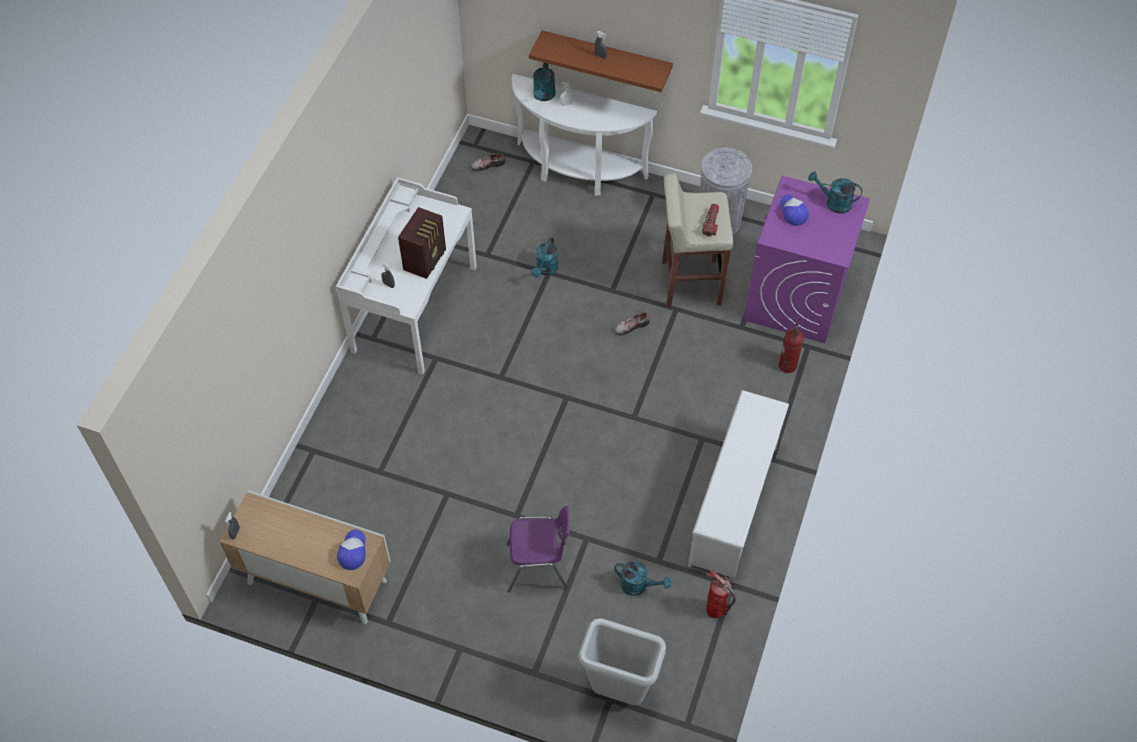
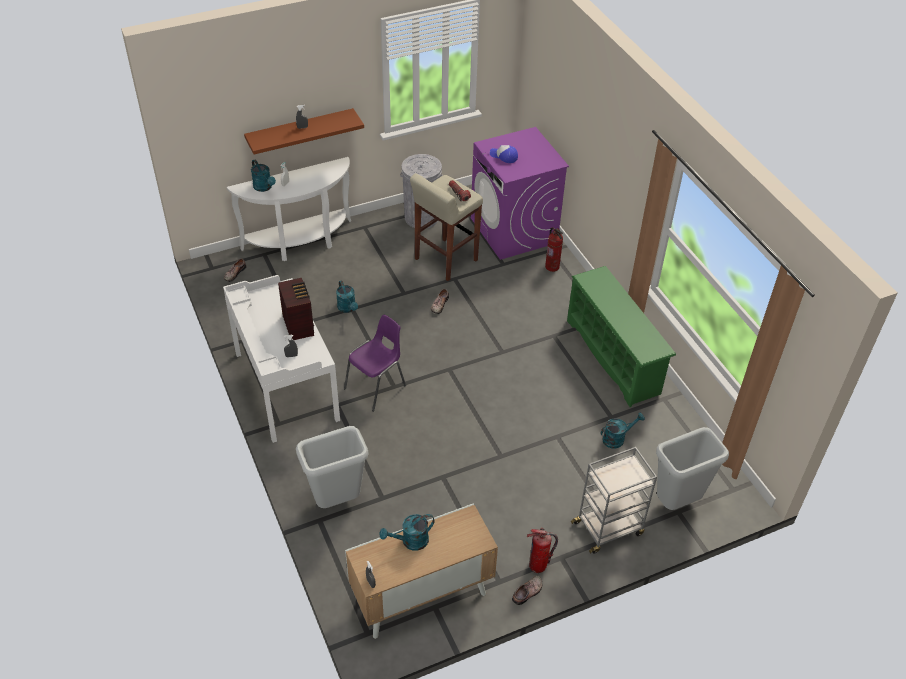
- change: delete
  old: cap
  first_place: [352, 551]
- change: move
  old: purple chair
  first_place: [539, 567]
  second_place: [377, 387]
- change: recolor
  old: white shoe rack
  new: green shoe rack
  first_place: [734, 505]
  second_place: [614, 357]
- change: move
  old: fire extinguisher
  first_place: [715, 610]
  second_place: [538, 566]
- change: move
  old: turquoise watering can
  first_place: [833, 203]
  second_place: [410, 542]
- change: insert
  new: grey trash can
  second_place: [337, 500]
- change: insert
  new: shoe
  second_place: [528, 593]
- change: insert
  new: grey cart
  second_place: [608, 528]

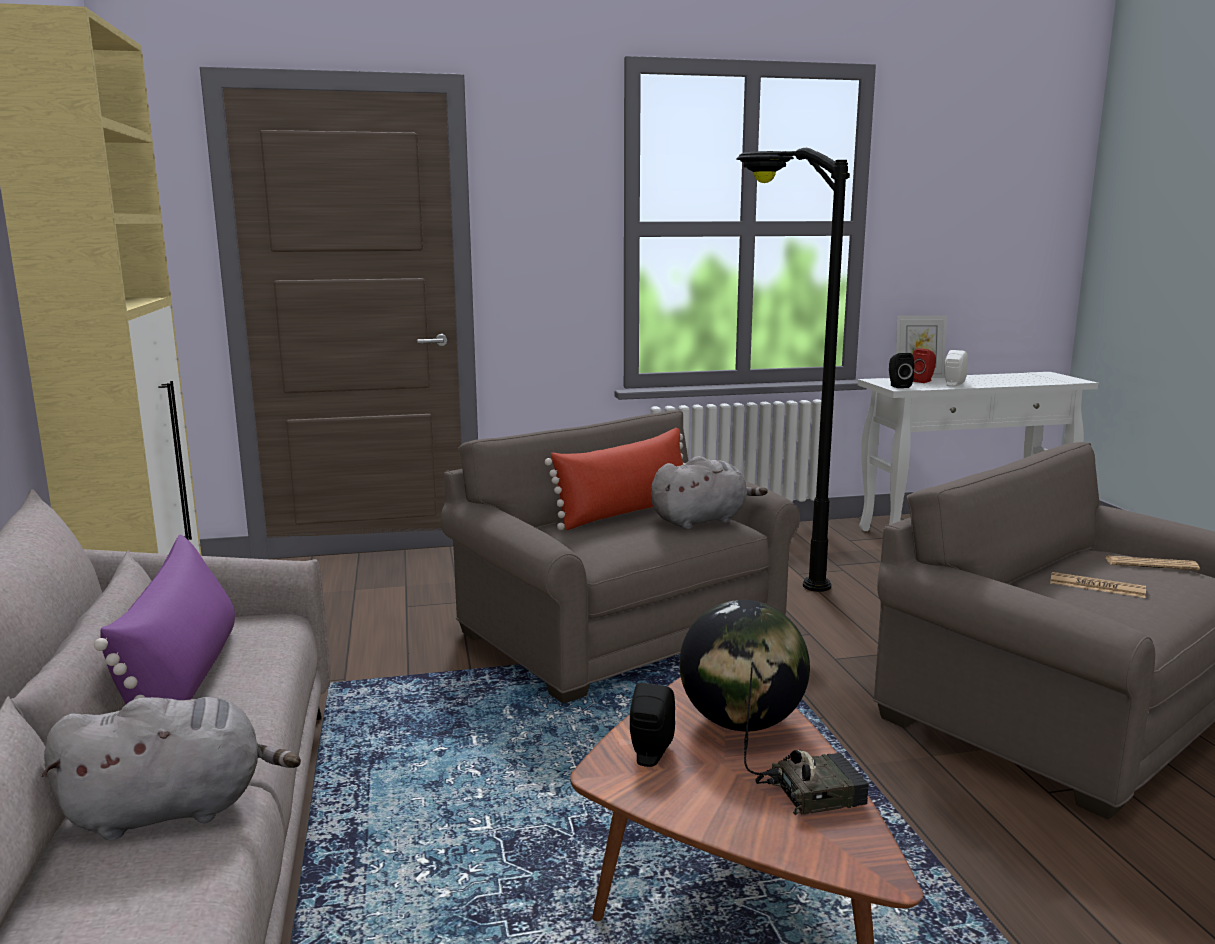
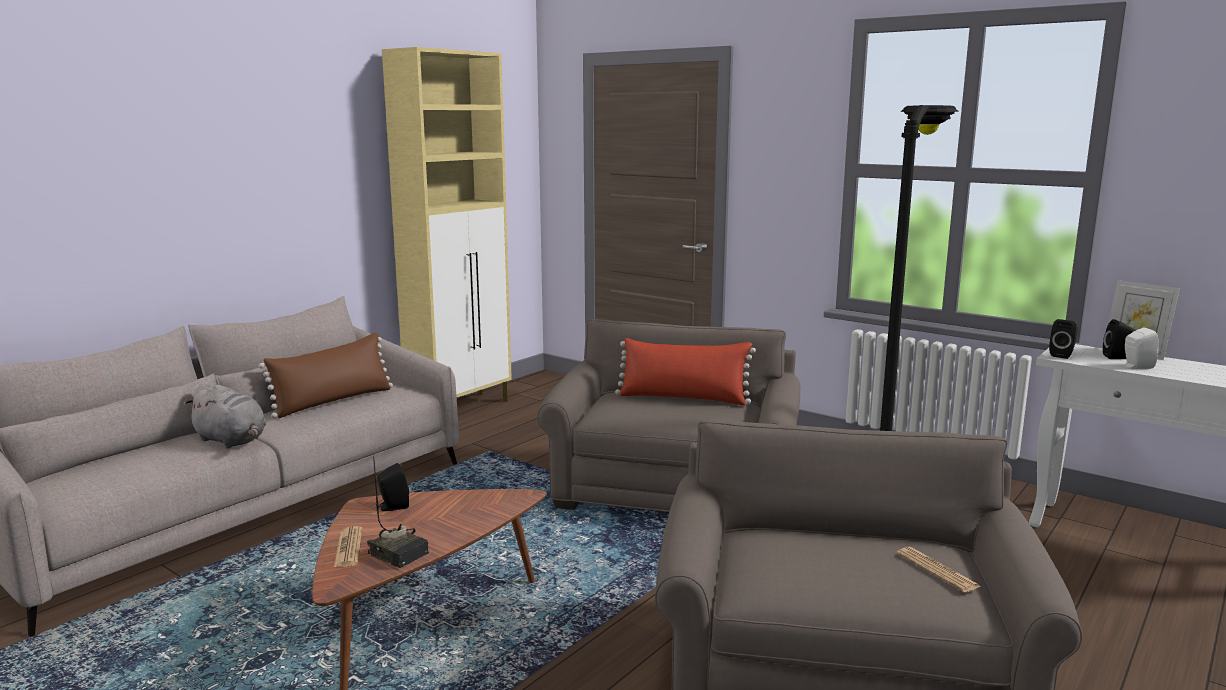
- change: recolor
  old: purple pillow
  new: brown pillow
  first_place: [184, 677]
  second_place: [333, 401]
- change: delete
  old: grey plush toy
  first_place: [701, 520]
- change: delete
  old: globe
  first_place: [741, 722]
- change: recolor
  old: red speaker
  new: black speaker
  first_place: [923, 381]
  second_place: [1118, 357]
- change: move
  old: newspaper
  first_place: [1097, 586]
  second_place: [348, 548]

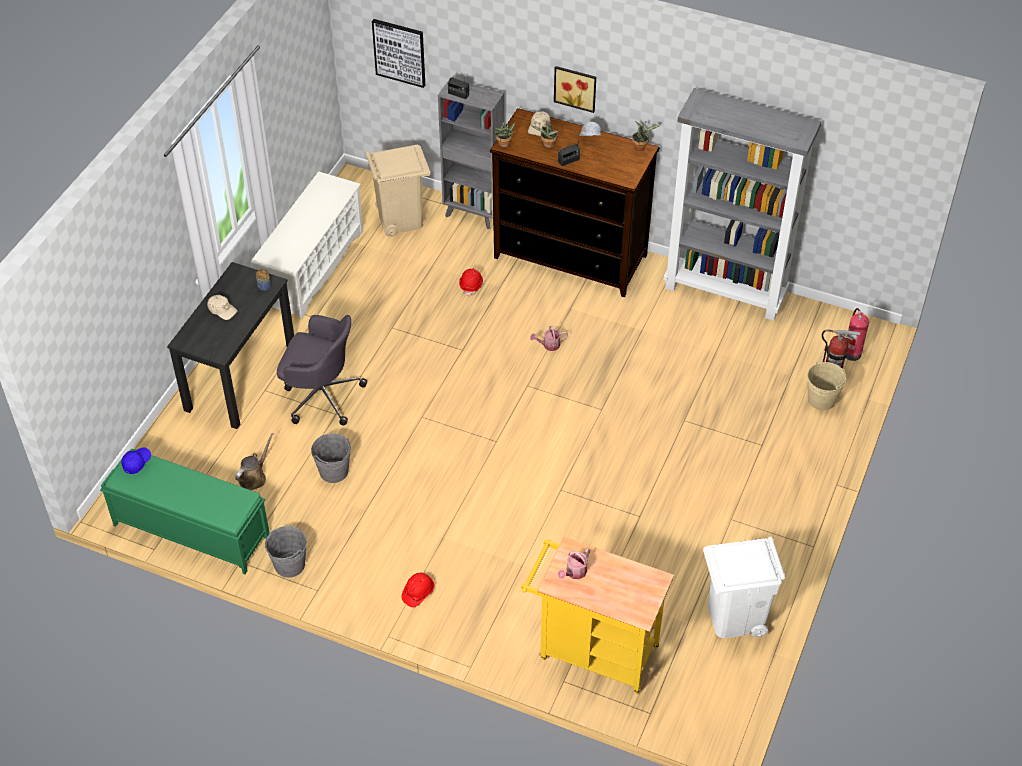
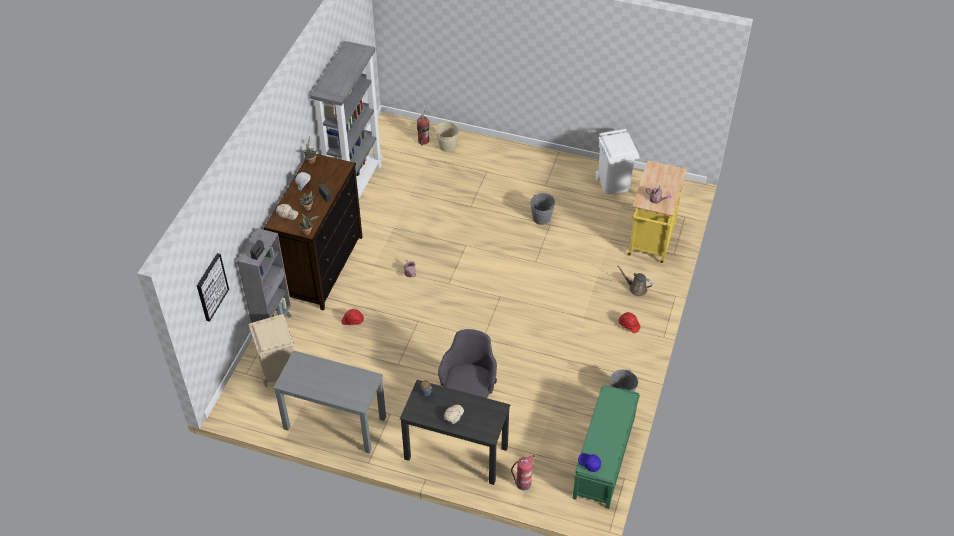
- change: move
  old: brown watering can
  first_place: [254, 477]
  second_place: [636, 288]
- change: replace
  old: white shoe rack
  new: grey desk
  first_place: [313, 267]
  second_place: [334, 423]
- change: move
  old: grey bucket
  first_place: [334, 471]
  second_place: [541, 218]
- change: delete
  old: picture
  first_place: [576, 87]
- change: move
  old: fire extinguisher
  first_place: [851, 353]
  second_place: [523, 484]

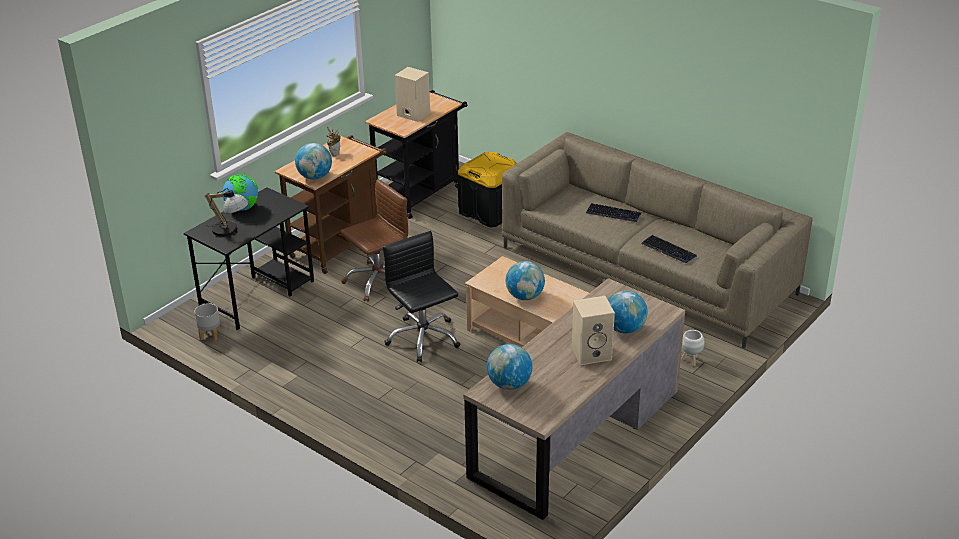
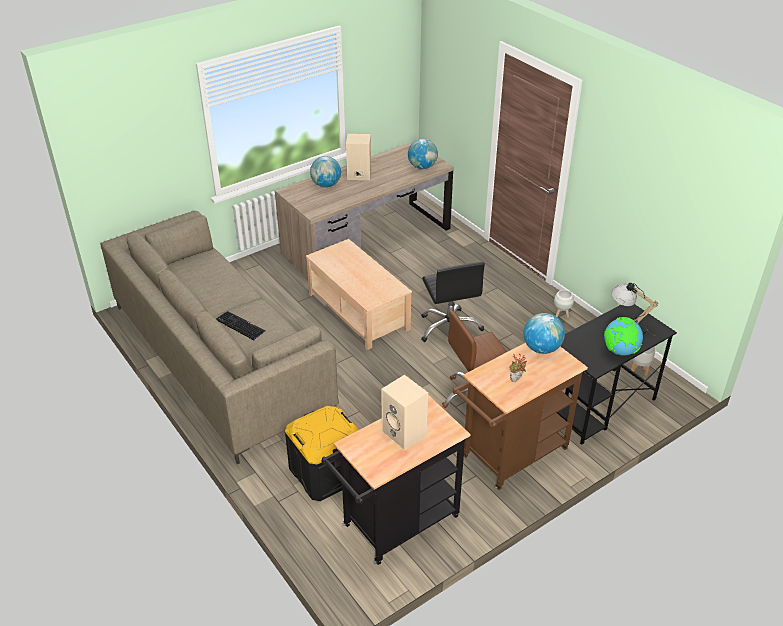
- change: delete
  old: globe
  first_place: [525, 296]
- change: delete
  old: keyboard
  first_place: [668, 250]
- change: move
  old: white planter
  first_place: [690, 360]
  second_place: [561, 315]

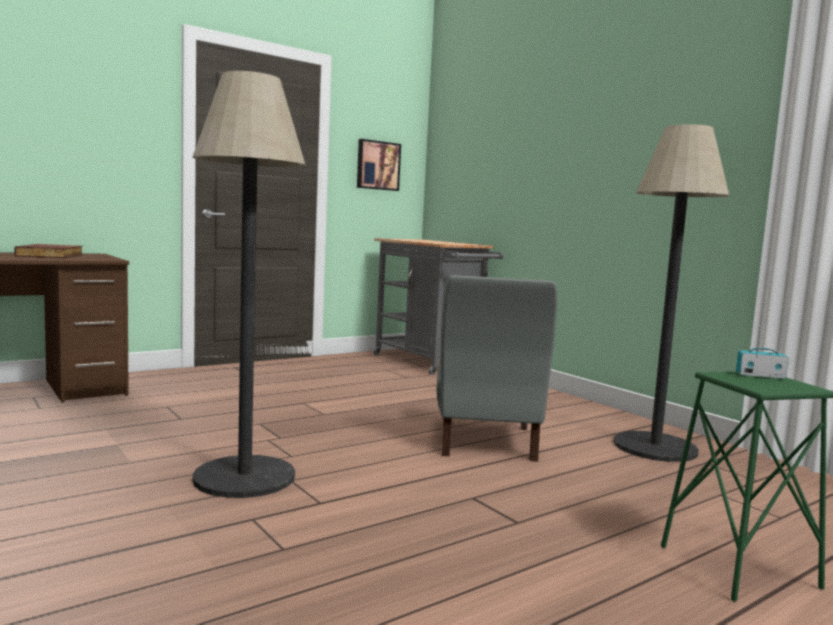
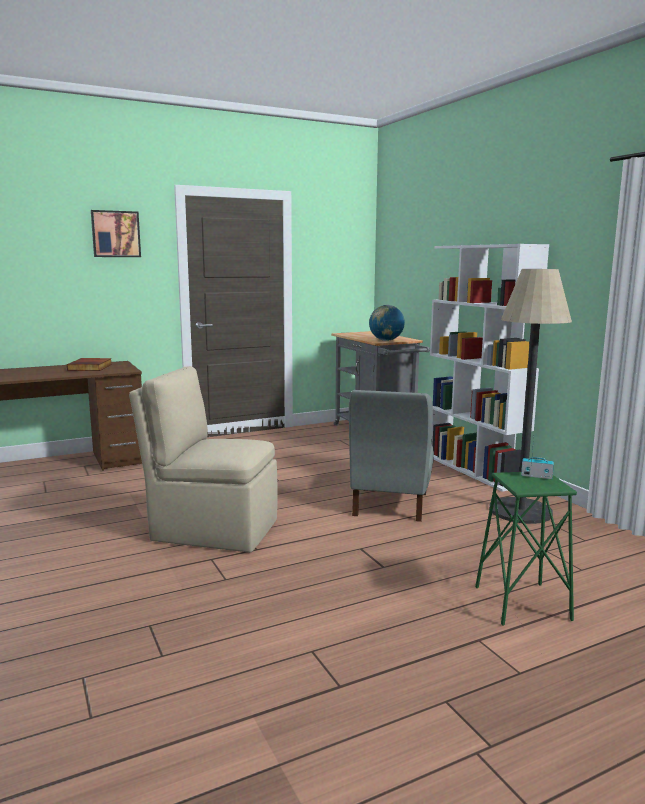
- change: replace
  old: floor lamp
  new: beige chair
  first_place: [244, 477]
  second_place: [212, 529]
- change: move
  old: picture
  first_place: [377, 165]
  second_place: [115, 234]
- change: insert
  new: globe
  second_place: [386, 340]
- change: insert
  new: white bookcase
  second_place: [474, 470]

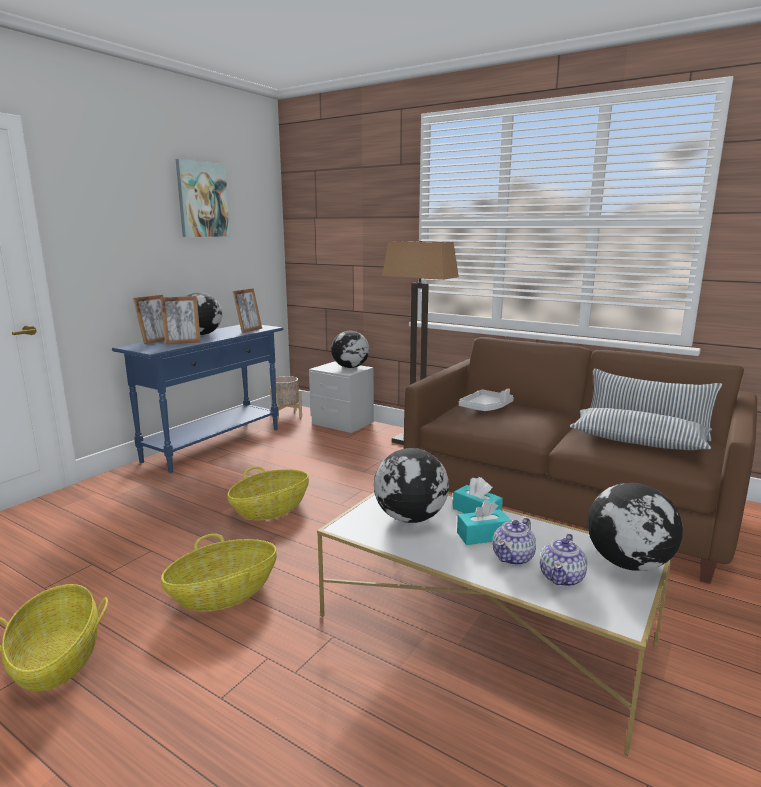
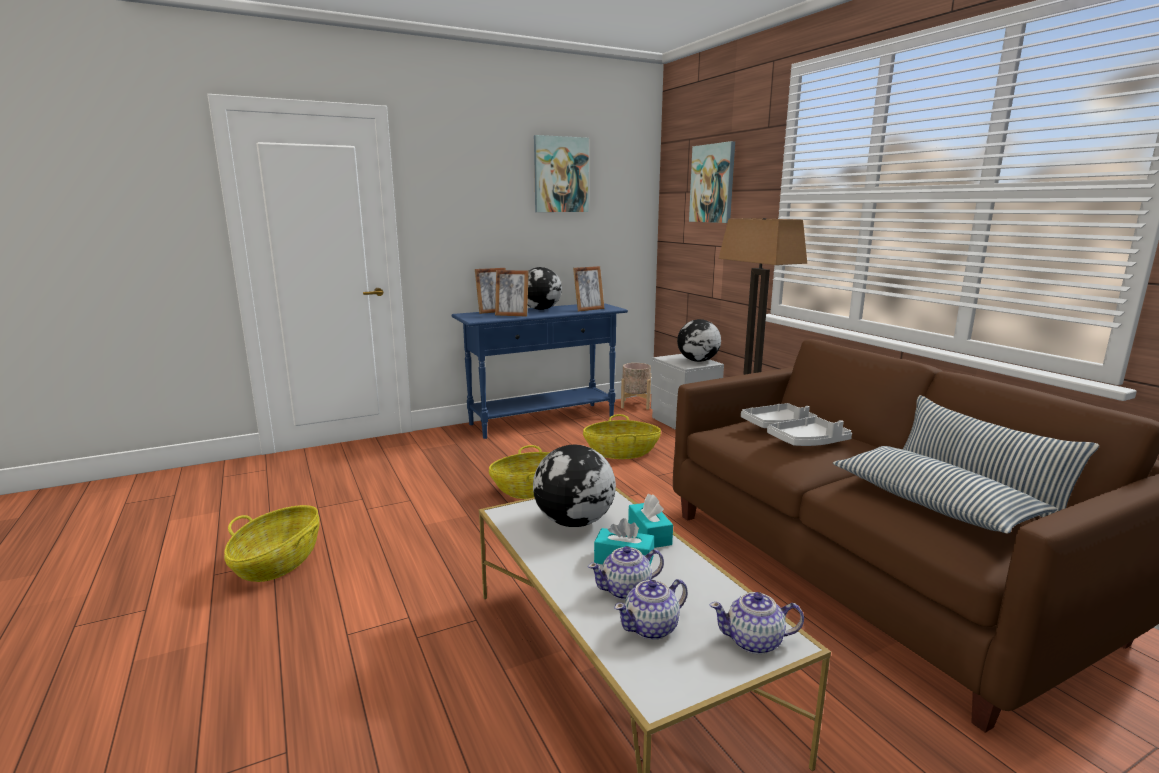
- change: move
  old: basket
  first_place: [223, 593]
  second_place: [621, 452]
- change: replace
  old: globe
  new: teapot
  first_place: [629, 563]
  second_place: [755, 642]
- change: insert
  new: picture
  second_place: [713, 183]
- change: insert
  new: grey tray
  second_place: [808, 442]

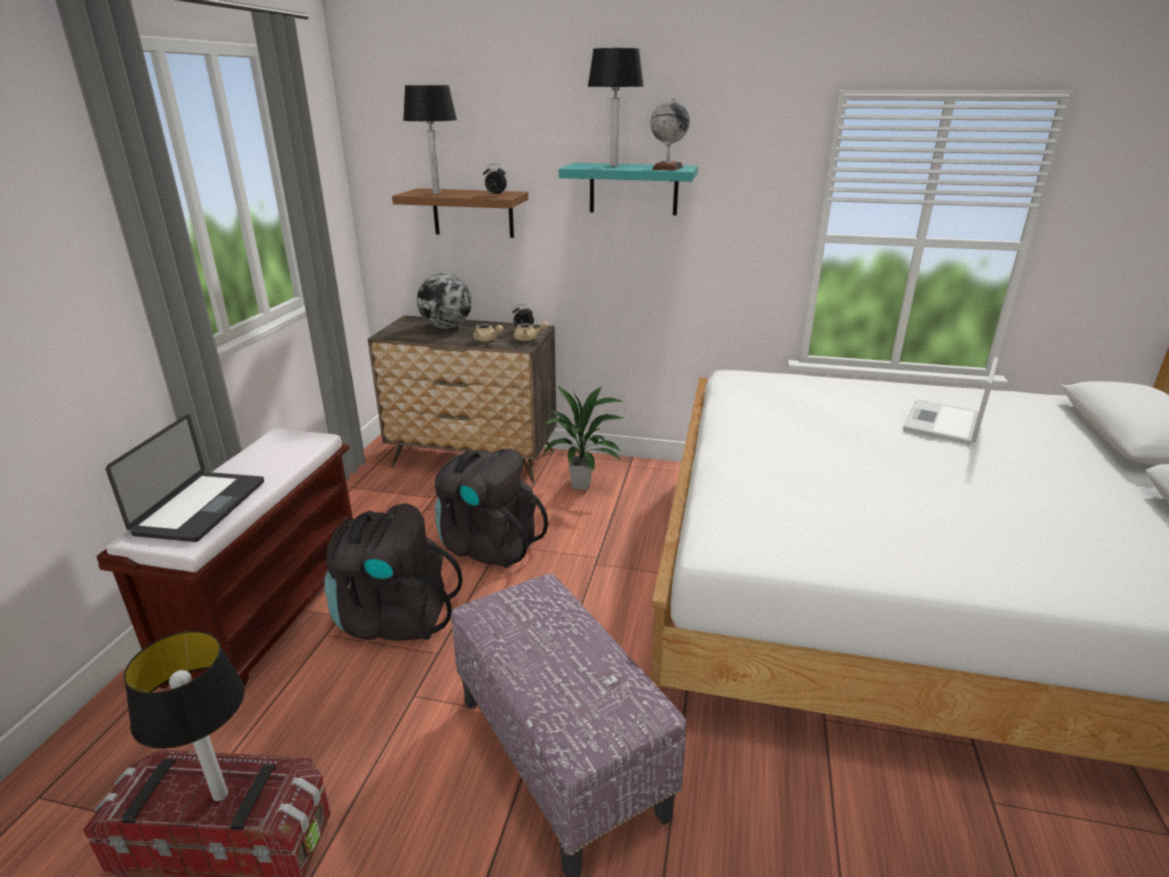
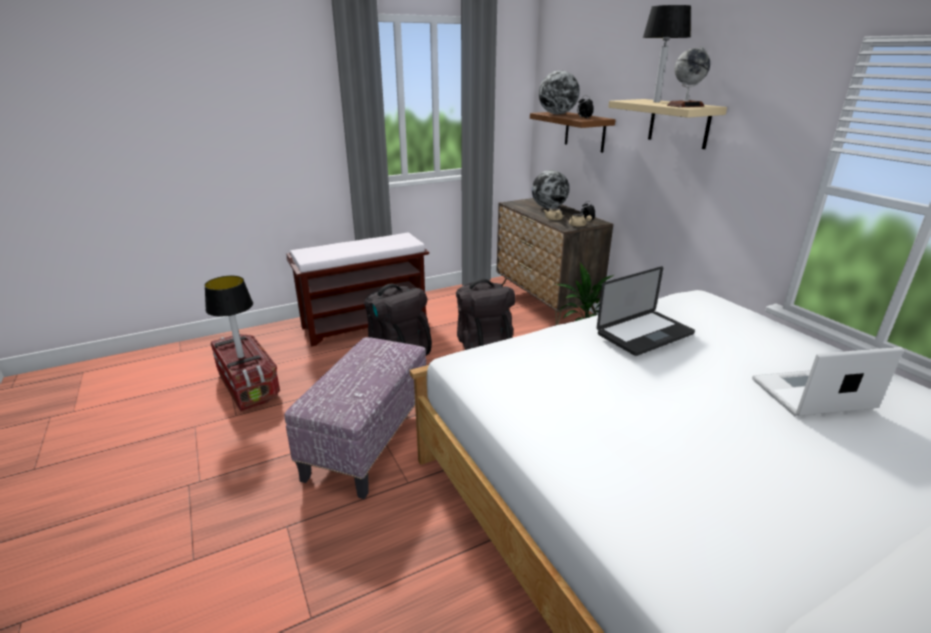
- change: move
  old: laptop
  first_place: [201, 507]
  second_place: [645, 334]
- change: replace
  old: table lamp
  new: globe
  first_place: [437, 193]
  second_place: [557, 114]
- change: recolor
  old: turquoise shelf
  new: beige shelf
  first_place: [633, 189]
  second_place: [679, 123]

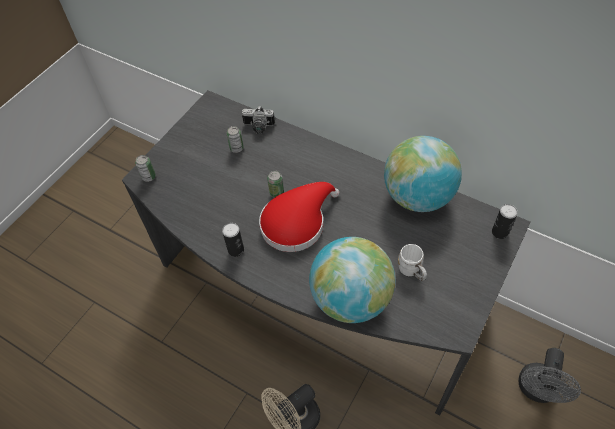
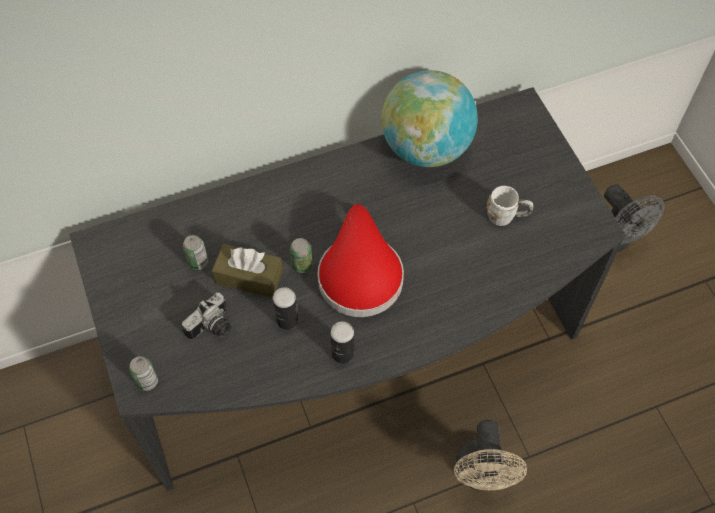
- change: move
  old: photo camera
  first_place: [258, 127]
  second_place: [213, 328]
- change: delete
  old: globe
  first_place: [350, 299]
- change: move
  old: can
  first_place: [499, 232]
  second_place: [287, 320]
- change: insert
  new: brown tissue box
  second_place: [249, 277]

